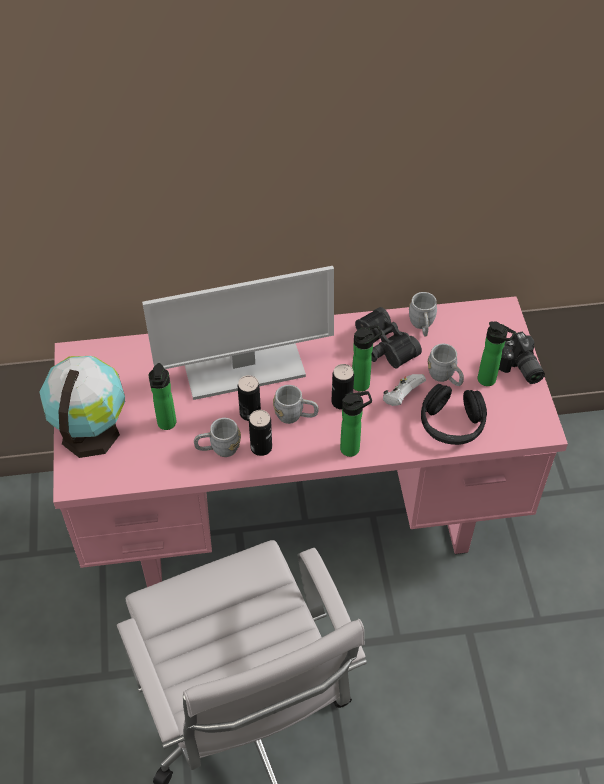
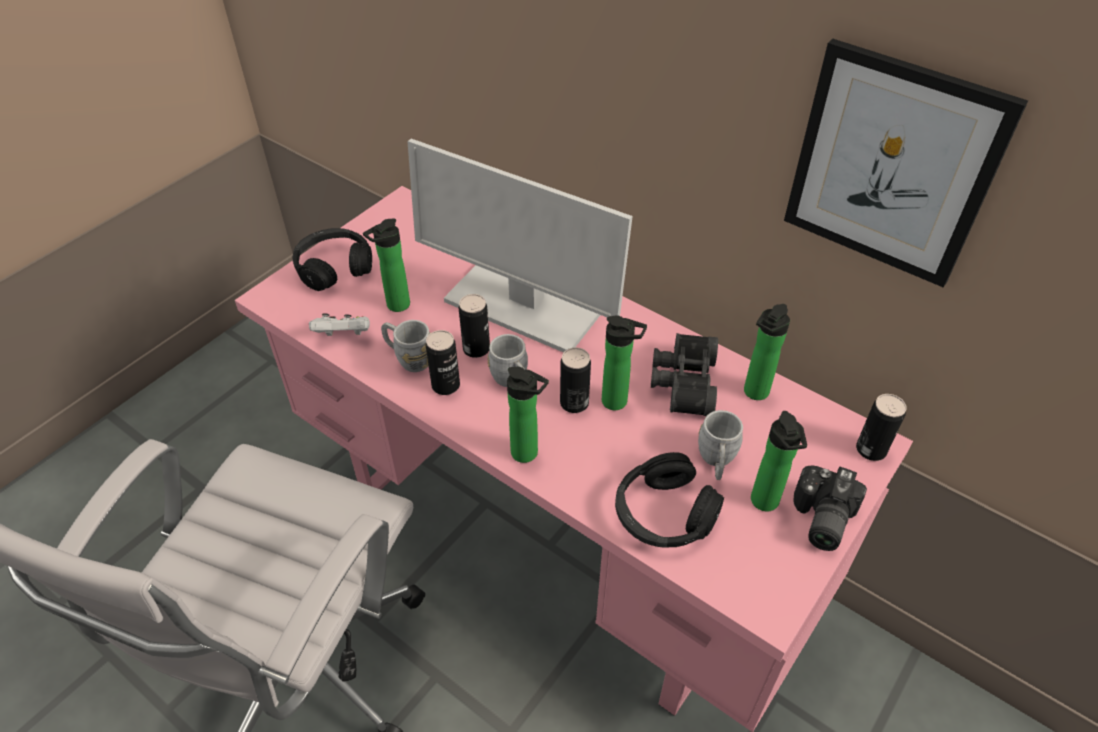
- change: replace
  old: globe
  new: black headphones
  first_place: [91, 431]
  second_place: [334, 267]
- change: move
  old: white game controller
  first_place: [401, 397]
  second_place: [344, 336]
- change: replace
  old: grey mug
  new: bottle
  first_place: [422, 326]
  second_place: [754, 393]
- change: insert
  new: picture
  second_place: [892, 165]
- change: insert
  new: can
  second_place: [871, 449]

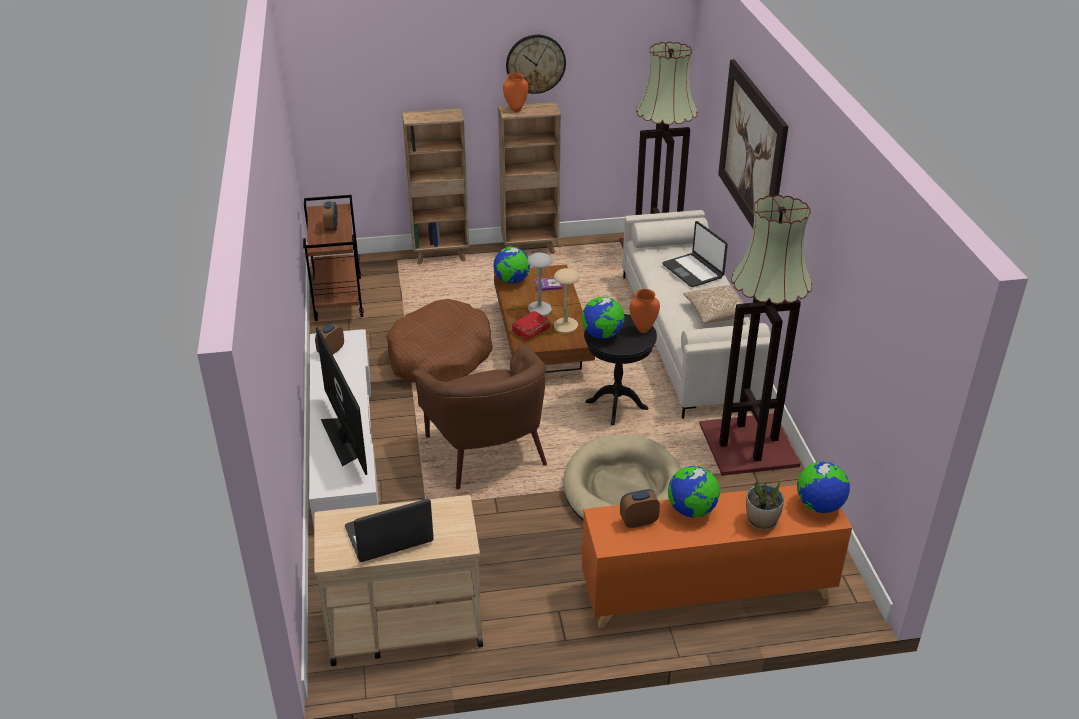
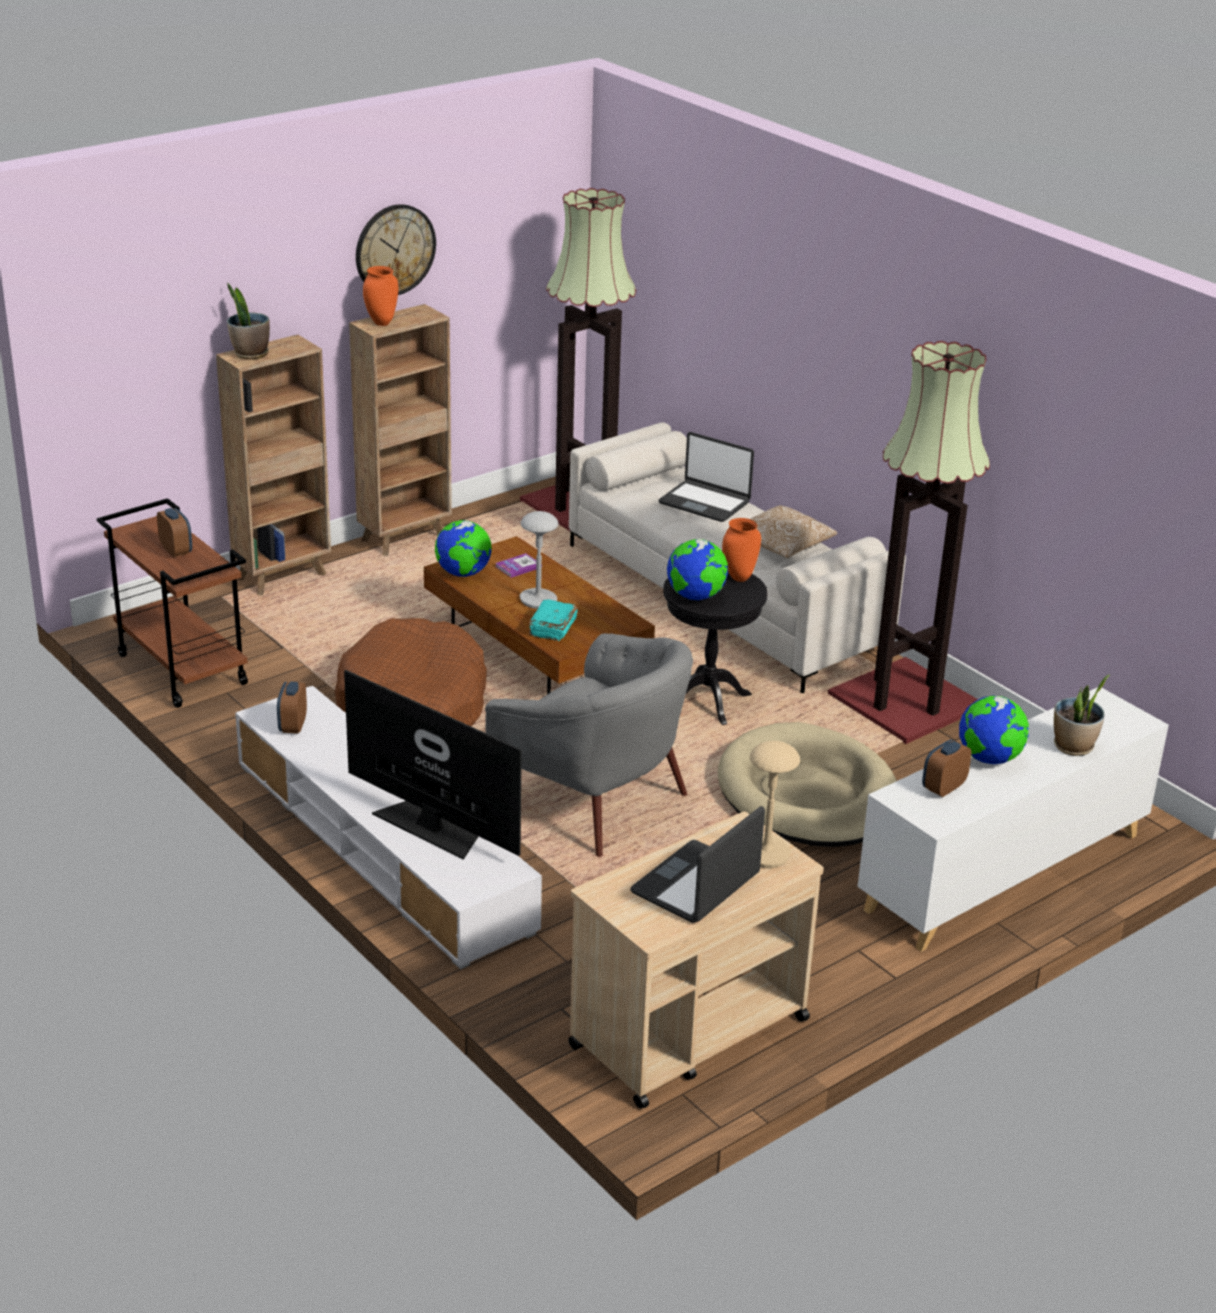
- change: recolor
  old: brown armchair
  new: grey armchair
  first_place: [487, 451]
  second_place: [594, 801]
- change: recolor
  old: red book
  new: turquoise book
  first_place: [530, 331]
  second_place: [552, 628]
- change: move
  old: beige table lamp
  first_place: [565, 326]
  second_place: [766, 853]
- change: recolor
  old: orange cabinet
  new: white cabinet
  first_place: [706, 591]
  second_place: [1003, 872]
- change: delete
  old: picture
  first_place: [752, 152]
- change: delete
  old: globe
  first_place: [819, 506]
- change: insert
  new: potted plant
  second_place: [250, 354]

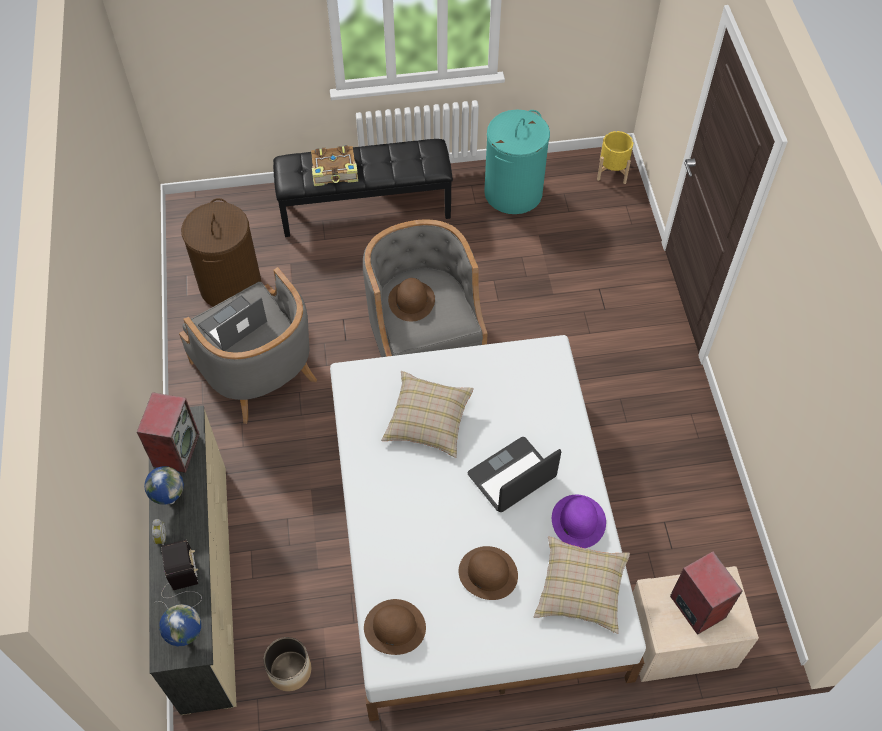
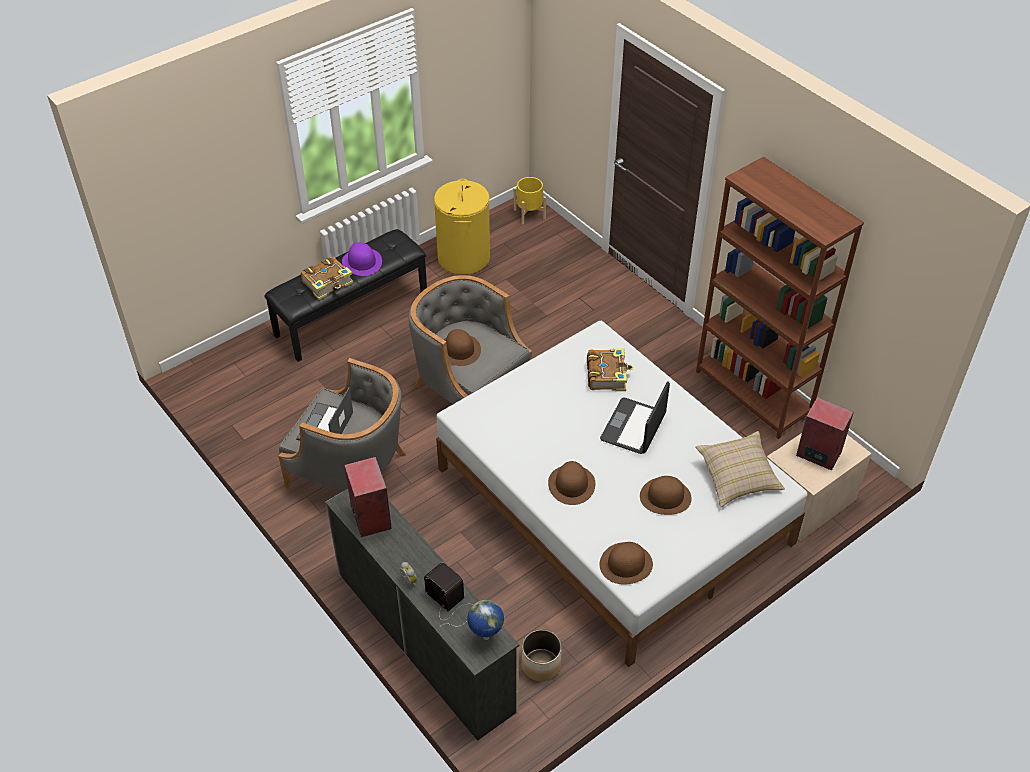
- change: delete
  old: globe
  first_place: [171, 501]
- change: delete
  old: brown laundry basket
  first_place: [230, 285]
- change: delete
  old: beige pillow
  first_place: [428, 422]
- change: recolor
  old: turquoise laundry basket
  new: yellow laundry basket
  first_place: [513, 193]
  second_place: [464, 257]
- change: move
  old: purple hat
  first_place: [578, 521]
  second_place: [362, 262]
- change: insert
  new: brown hat
  second_place: [571, 484]
- change: insert
  new: book
  second_place: [607, 375]
- change: insert
  new: brown bookcase
  second_place: [753, 394]

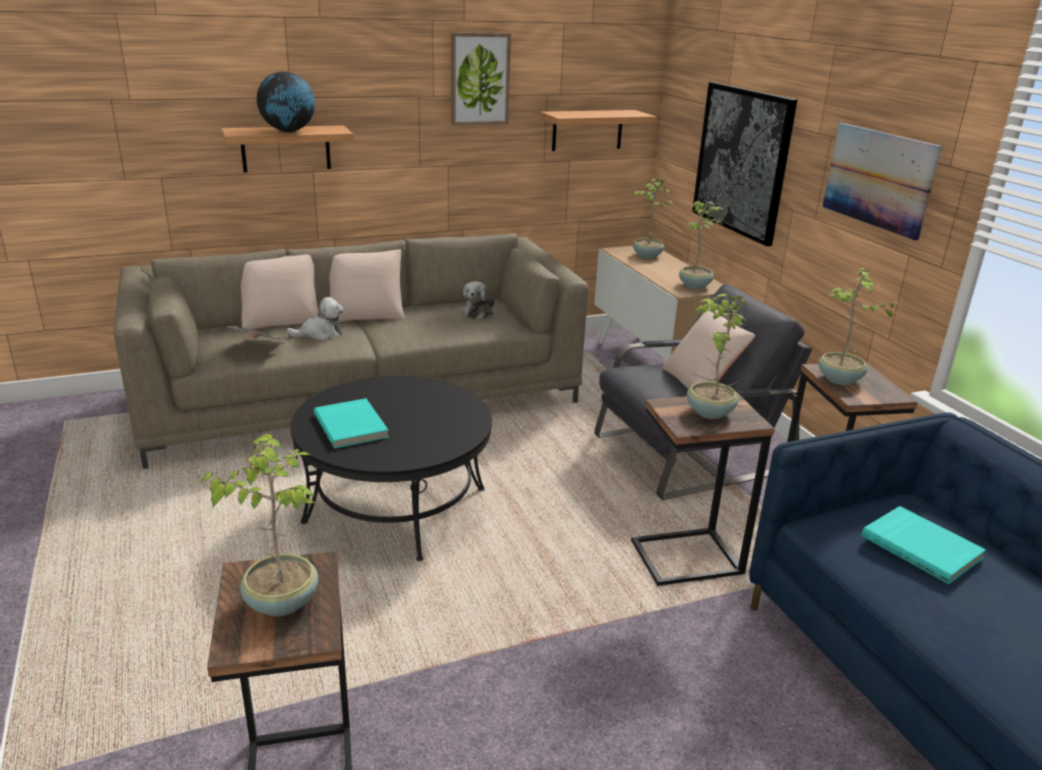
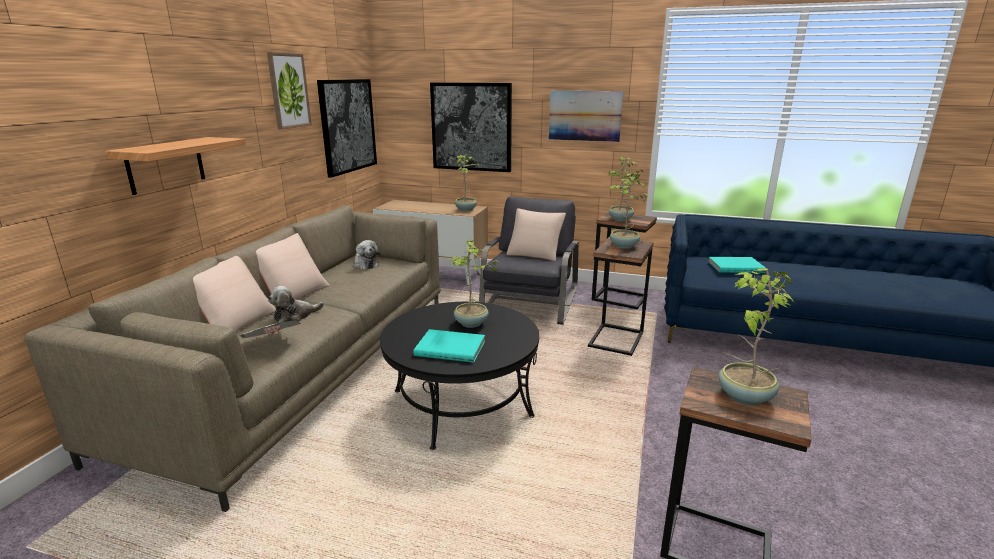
- change: delete
  old: globe
  first_place: [288, 131]
- change: rotate
  old: plush toy
  first_place: [320, 334]
  second_place: [295, 316]
  degrees: -150
- change: replace
  old: shelf
  new: picture
  first_place: [587, 130]
  second_place: [348, 126]
- change: move
  old: potted plant
  first_place: [647, 256]
  second_place: [471, 324]

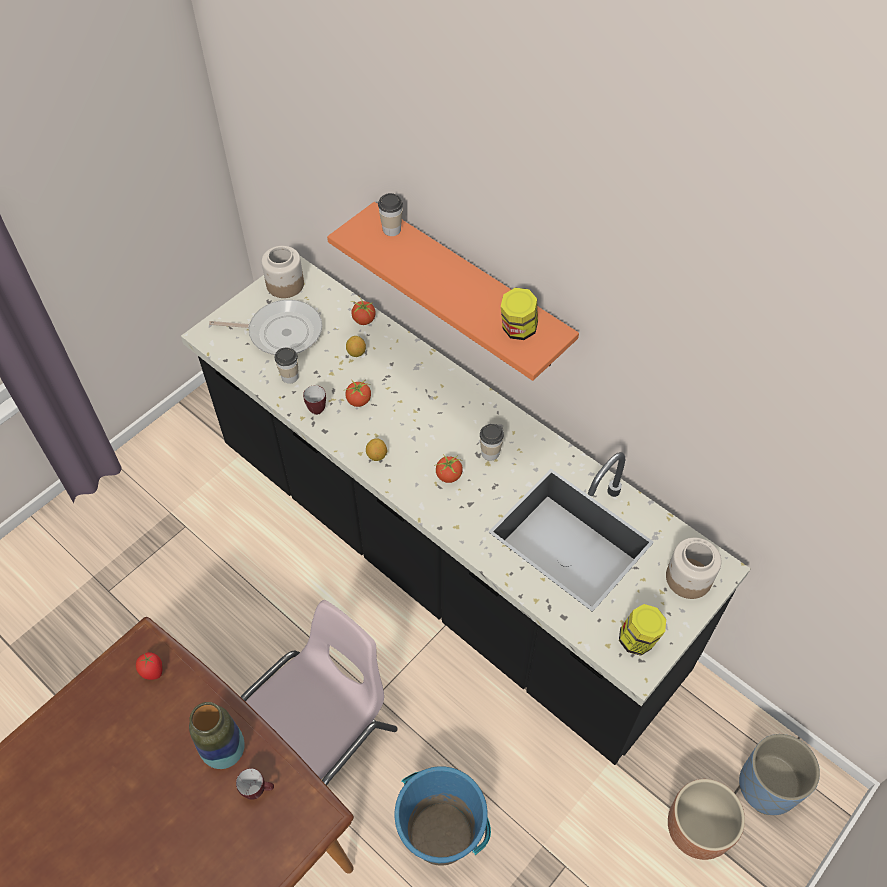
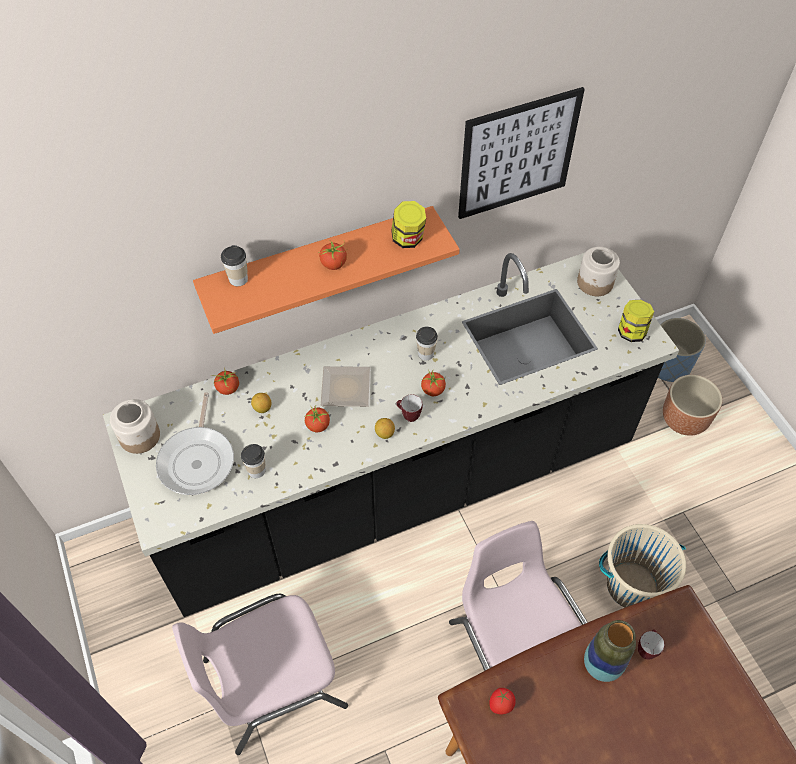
- change: rotate
  old: frying pan
  first_place: [281, 332]
  second_place: [198, 460]
  degrees: 150
- change: move
  old: mug
  first_place: [317, 407]
  second_place: [408, 416]
- change: recolor
  old: blue bucket
  new: beige bucket
  first_place: [441, 833]
  second_place: [631, 585]
- change: insert
  new: pink chair
  second_place: [271, 681]
- change: insert
  new: tomato
  second_place: [334, 264]
- change: insert
  new: plate
  second_place: [344, 390]
- change: insert
  new: picture
  second_place: [517, 154]

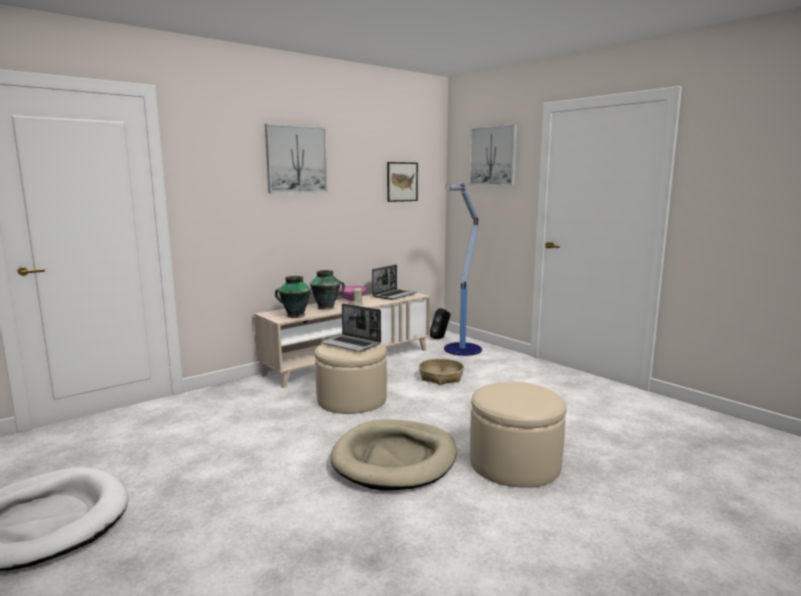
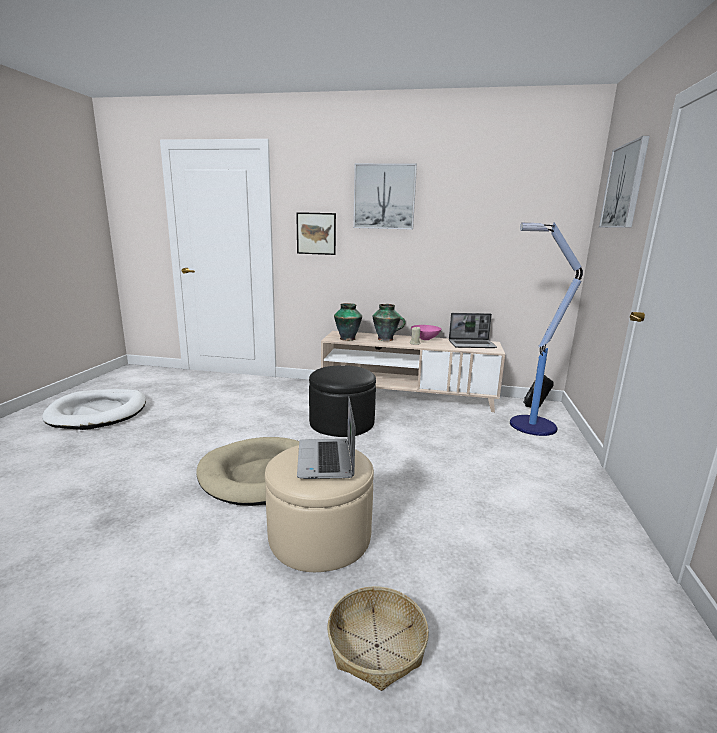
- change: recolor
  old: beige ottoman
  new: black ottoman
  first_place: [351, 399]
  second_place: [342, 423]
- change: move
  old: laptop
  first_place: [352, 344]
  second_place: [326, 460]
- change: move
  old: picture
  first_place: [402, 181]
  second_place: [316, 233]
- change: move
  old: basket
  first_place: [441, 377]
  second_place: [377, 646]

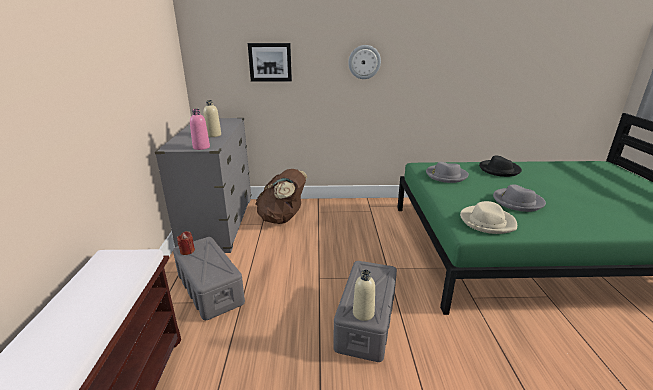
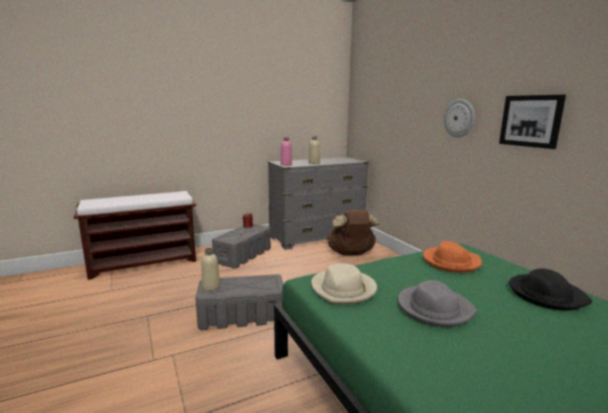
- change: move
  old: picture
  first_place: [270, 62]
  second_place: [531, 121]
- change: recolor
  old: grey hat
  new: orange hat
  first_place: [446, 175]
  second_place: [451, 262]

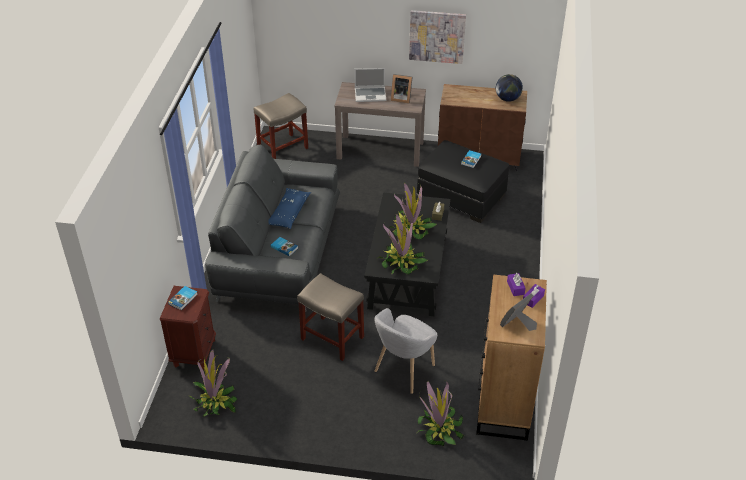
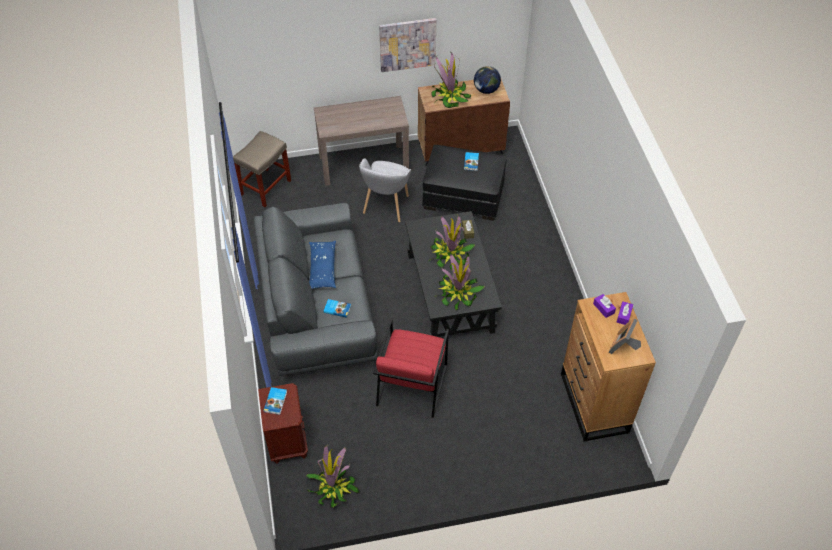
- change: replace
  old: beige stool
  new: red armchair
  first_place: [331, 338]
  second_place: [411, 384]
- change: delete
  old: laptop
  first_place: [370, 95]
- change: move
  old: grey armchair
  first_place: [404, 370]
  second_place: [386, 206]
- change: delete
  old: picture frame
  first_place: [401, 98]
- change: move
  old: potted plant
  first_place: [439, 429]
  second_place: [449, 96]

